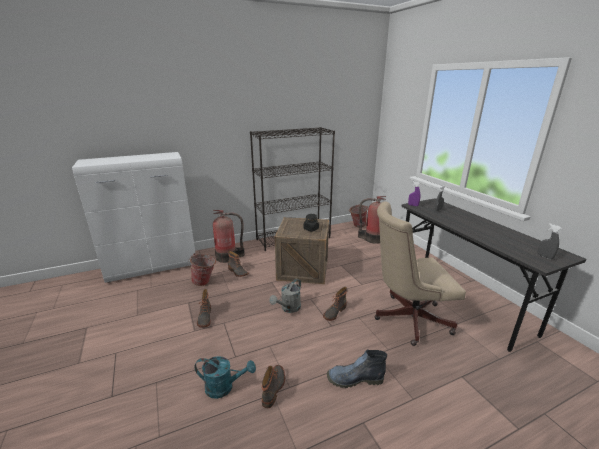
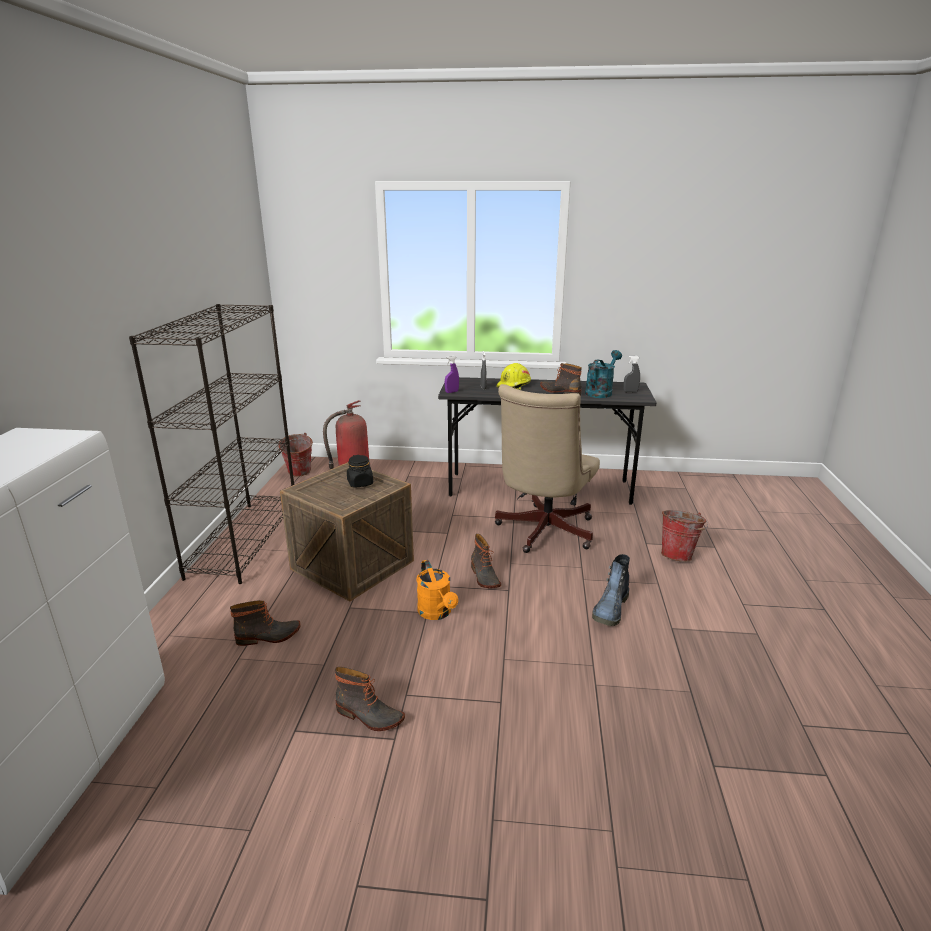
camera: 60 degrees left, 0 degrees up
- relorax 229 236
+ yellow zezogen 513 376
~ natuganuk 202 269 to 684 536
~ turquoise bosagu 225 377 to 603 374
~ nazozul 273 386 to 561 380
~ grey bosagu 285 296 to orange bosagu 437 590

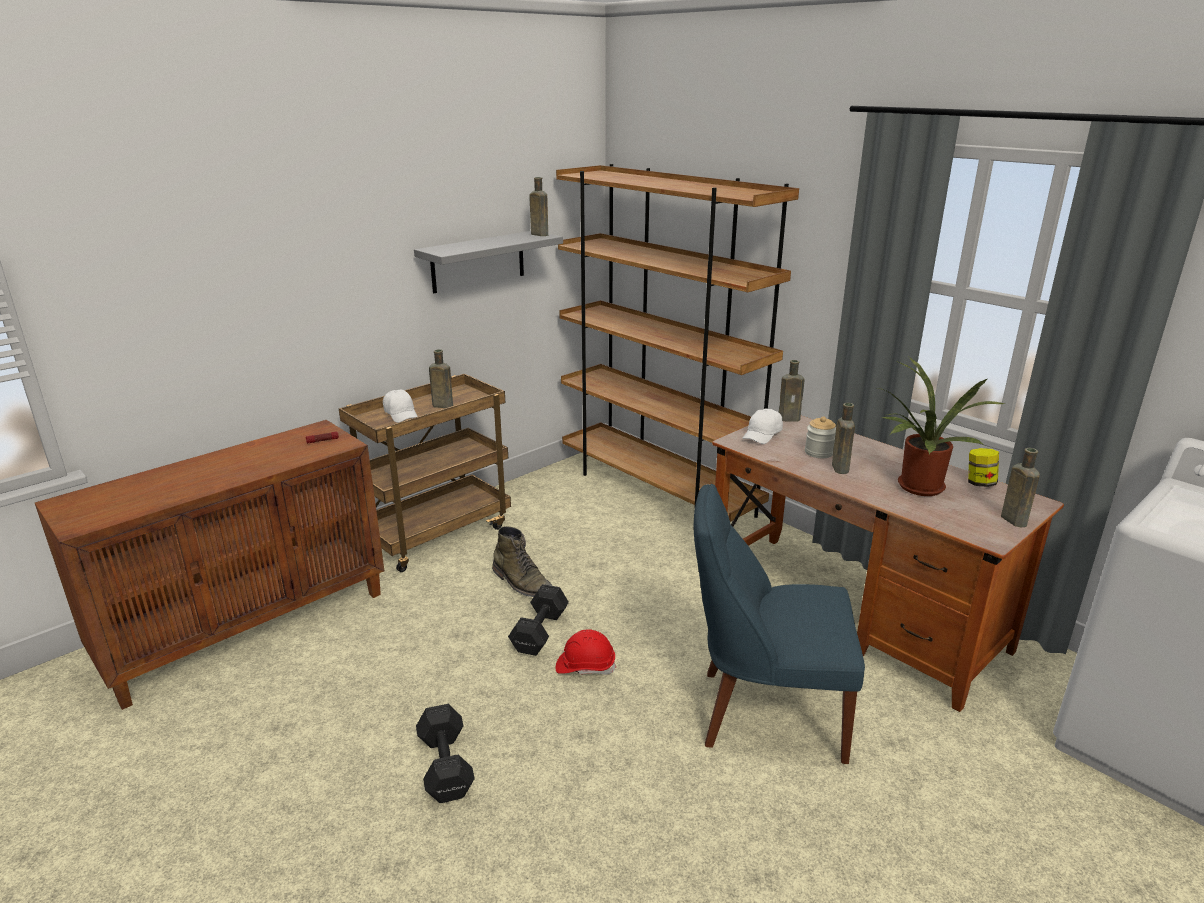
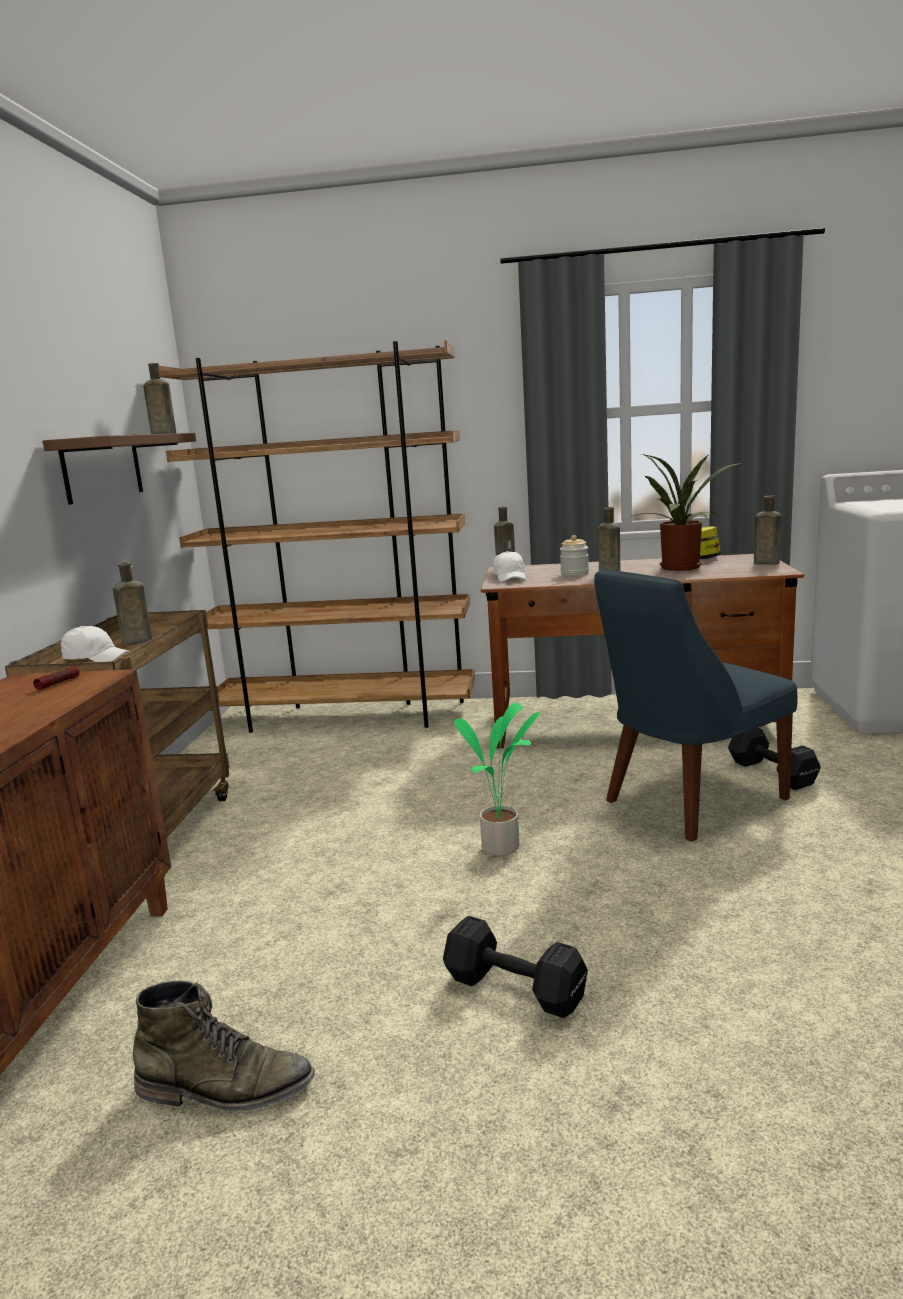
camera: 40 degrees left, 10 degrees down
~ green nazozul 522 561 to 224 1046
~ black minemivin 538 620 to 774 759
~ red zezogen 586 652 to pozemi 497 779
~ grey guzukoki 488 262 to brown guzukoki 119 469

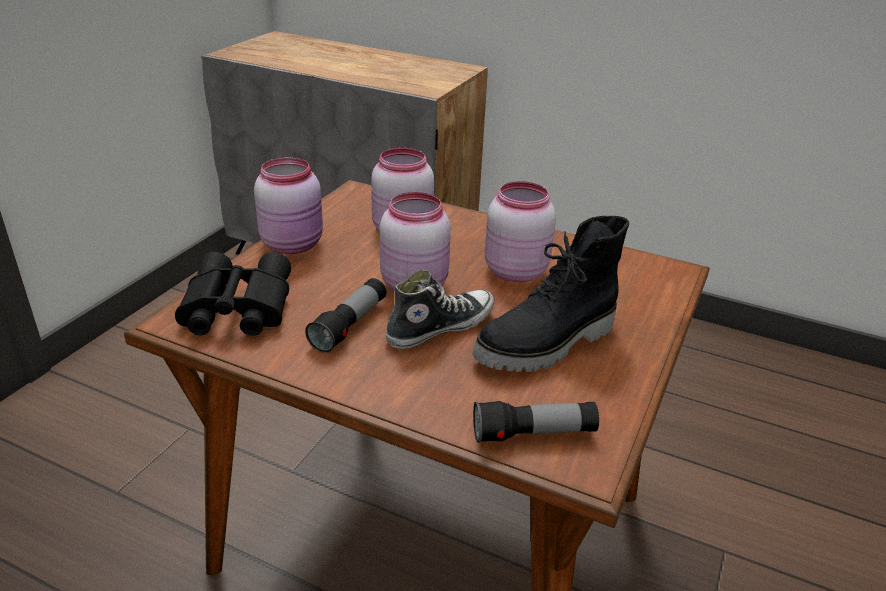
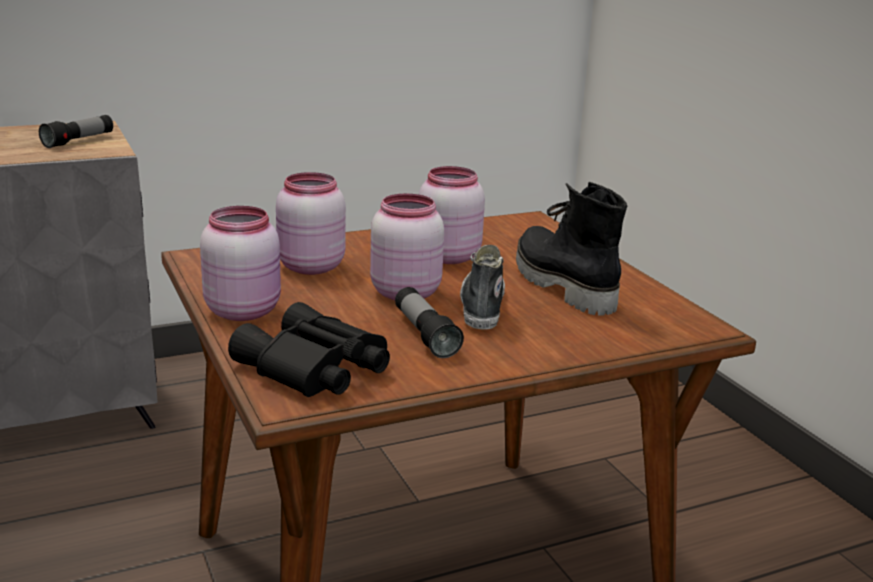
camera: 50 degrees left, 10 degrees down
~ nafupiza 536 422 to 76 131
~ black nazozul 550 294 = 571 249 150 degrees clockwise

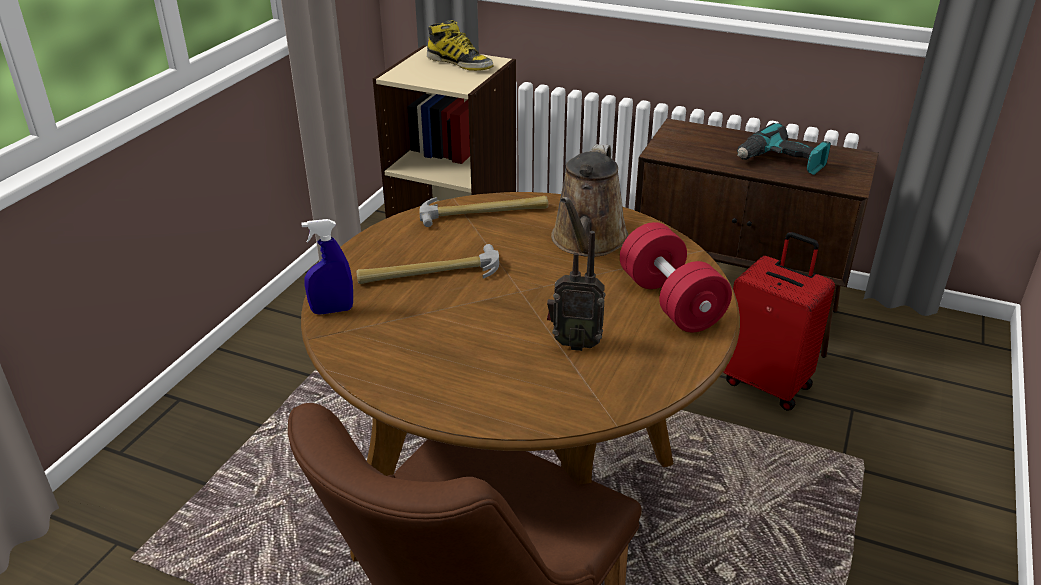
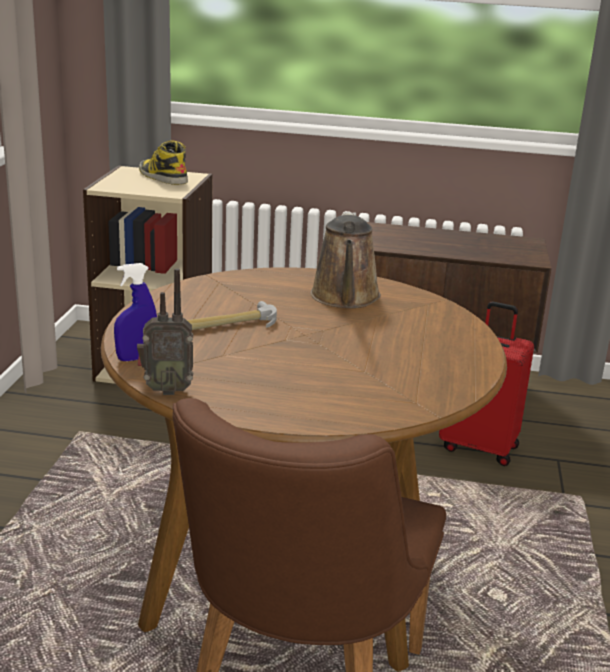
camera: 15 degrees left, 10 degrees down
- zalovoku 484 211
- red minemivin 676 277
- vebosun 784 149
~ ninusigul 576 291 to 165 331
~ nazozul 460 45 = 163 163 150 degrees counterclockwise

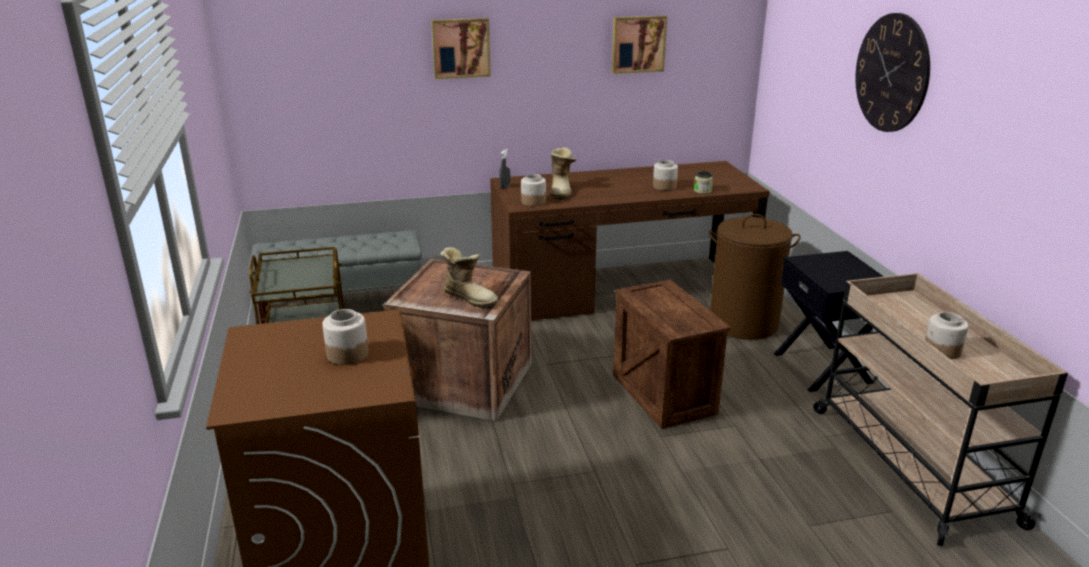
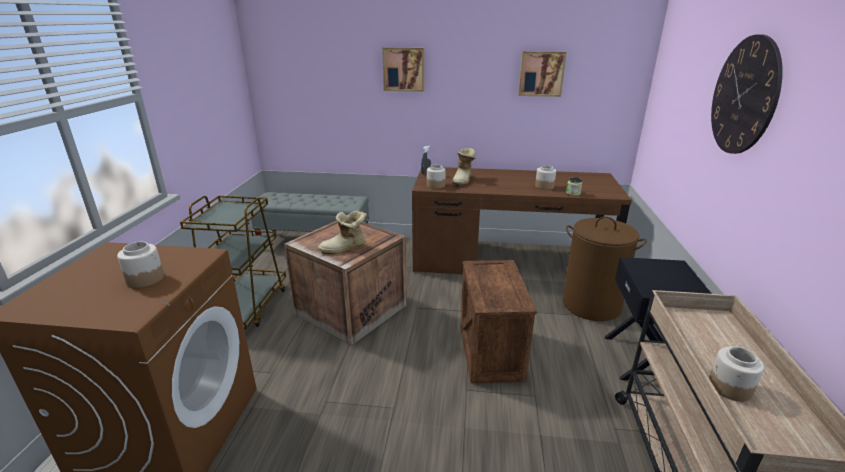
camera: 20 degrees right, 0 degrees up
~ nazozul 469 277 = 342 232 105 degrees clockwise

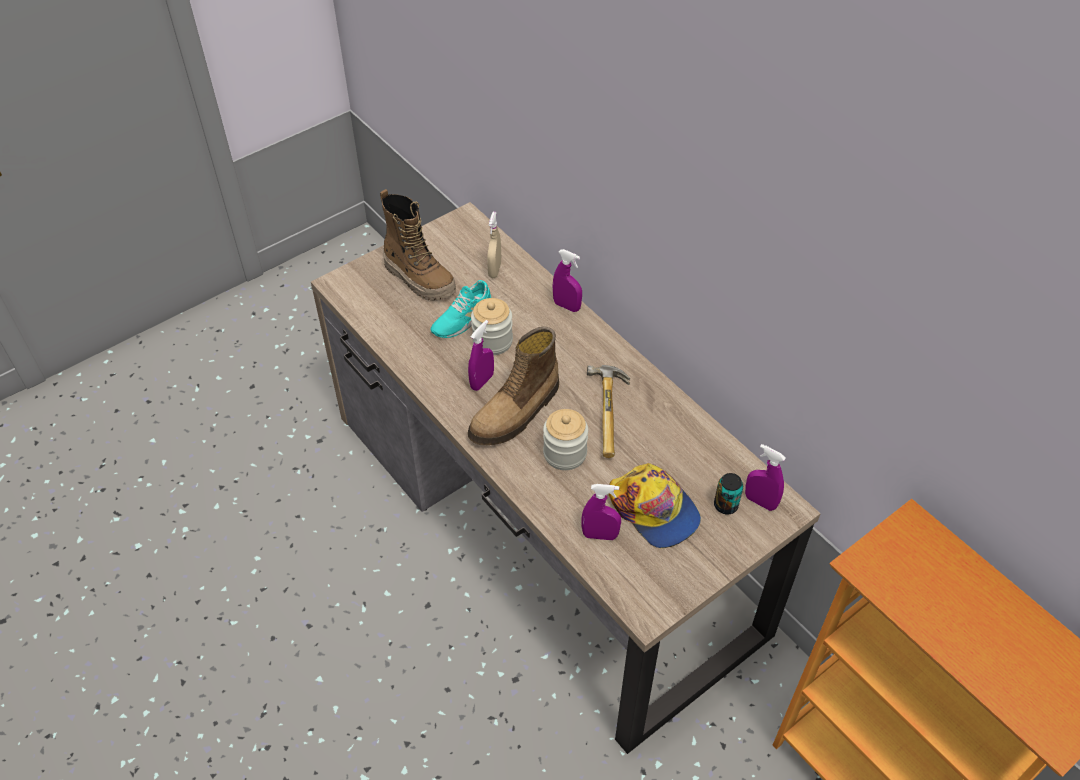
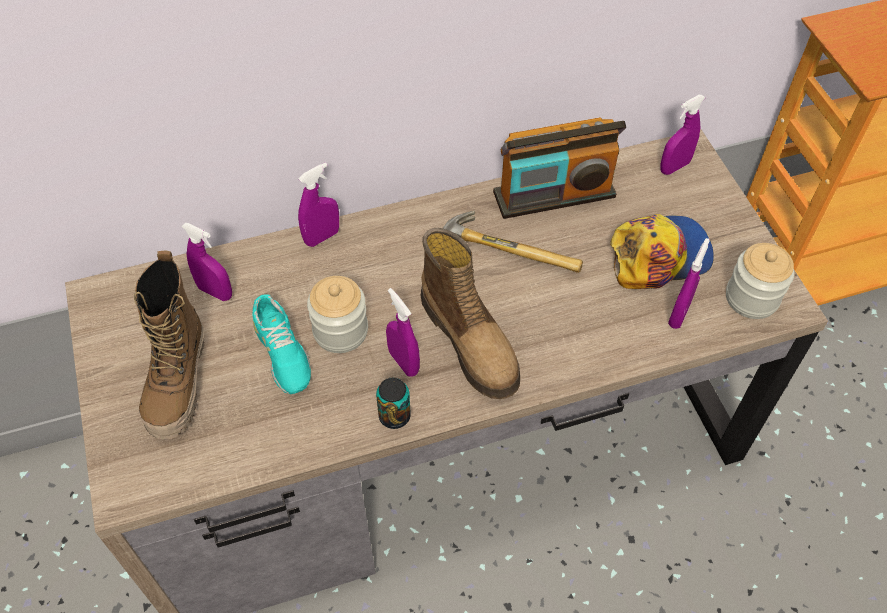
camera: 70 degrees left, 5 degrees up
+ ninusigul 559 168
~ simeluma 565 439 to 760 281
~ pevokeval 728 493 to 393 403
~ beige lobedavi 494 245 to purple lobedavi 207 262
~ nazozul 418 245 = 169 345 120 degrees clockwise

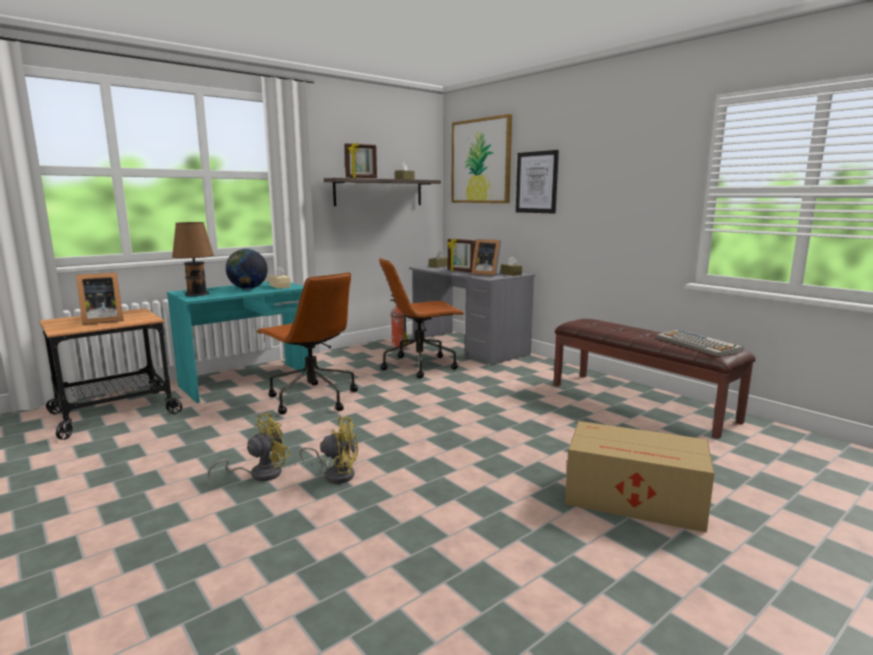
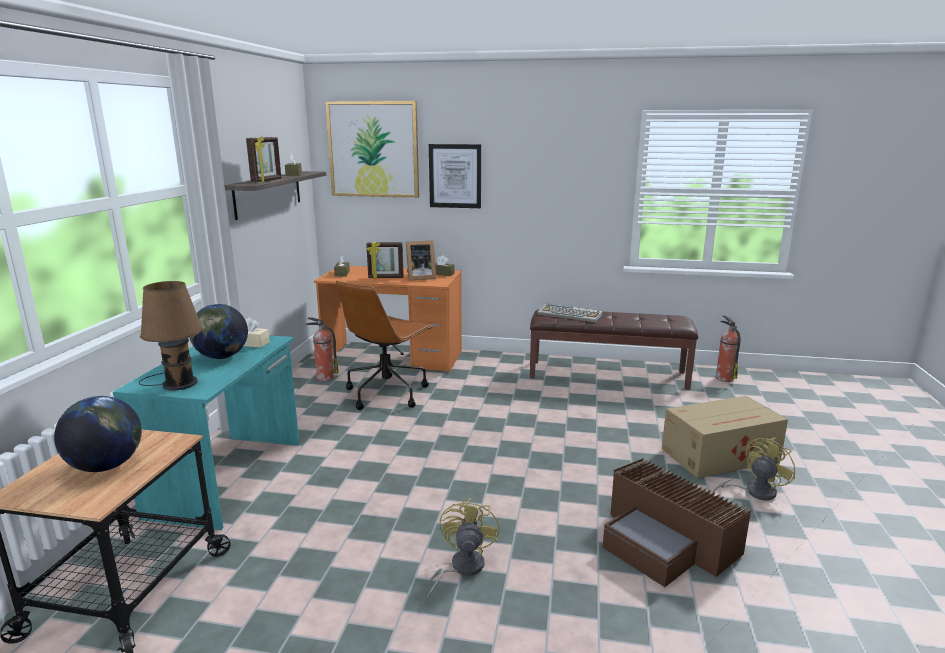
camera: 40 degrees left, 5 degrees up
- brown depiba 307 343
+ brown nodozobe 677 522
+ relorax 728 348
~ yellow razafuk 328 450 to 753 469
~ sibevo 699 342 to 570 312
~ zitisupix 100 298 to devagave 98 434
~ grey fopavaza 472 315 to orange fopavaza 388 319

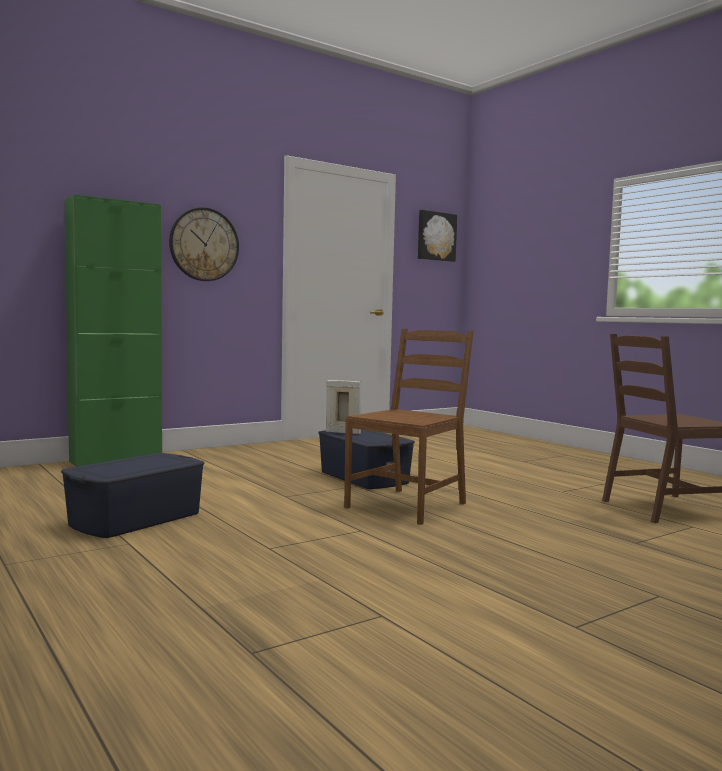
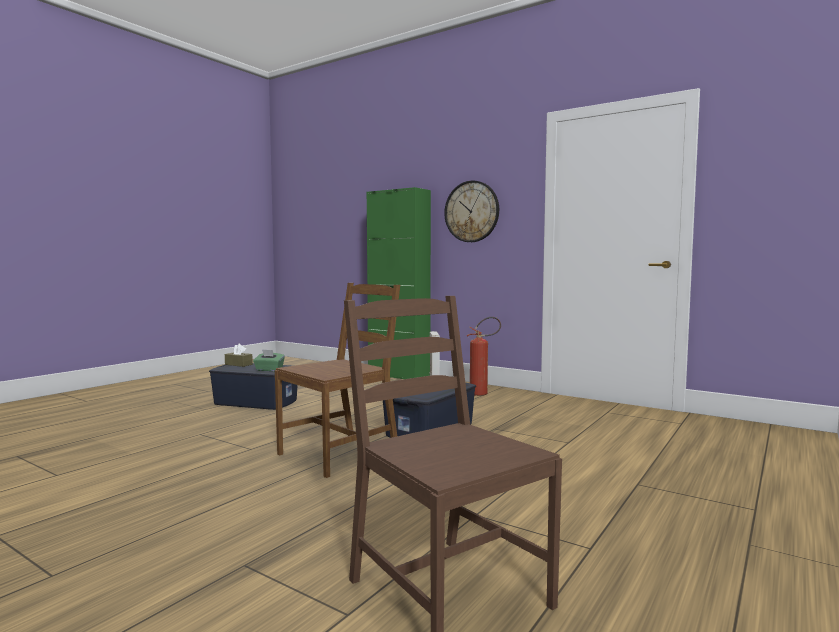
camera: 70 degrees right, 0 degrees up
- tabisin 437 236
+ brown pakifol 239 355
+ green pakifol 269 360
+ relorax 484 356
~ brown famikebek 409 427 = 337 380 60 degrees counterclockwise

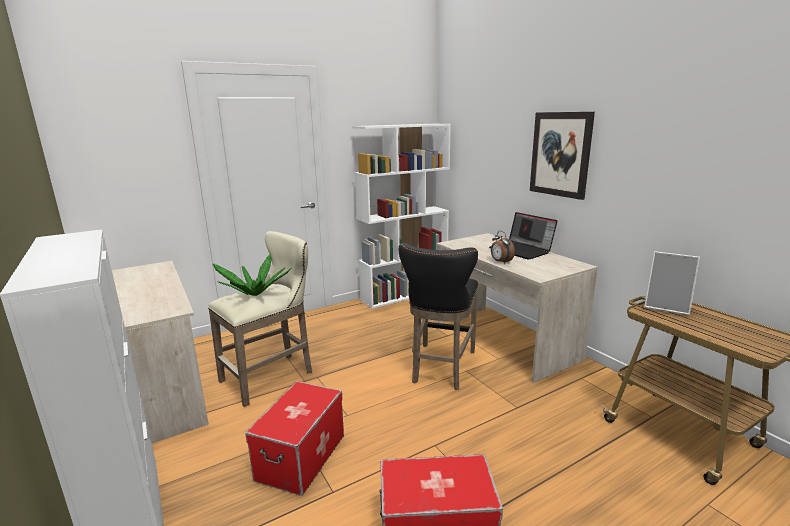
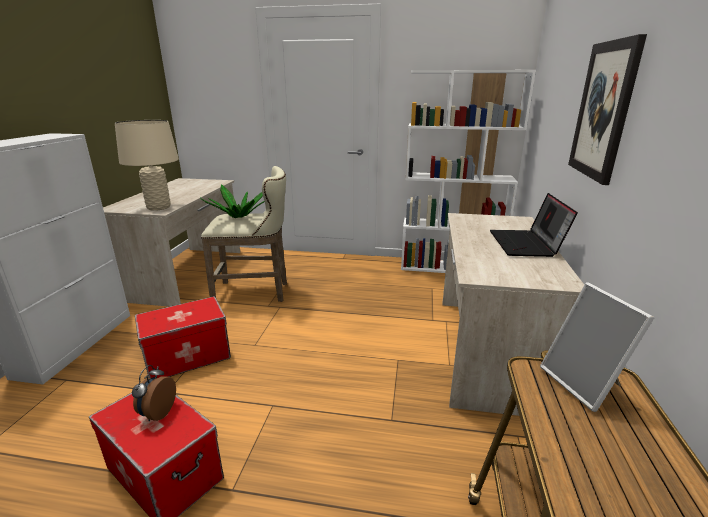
camera: 40 degrees right, 5 degrees up
- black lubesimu 438 316
+ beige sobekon 147 165
~ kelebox 503 247 to 154 393

